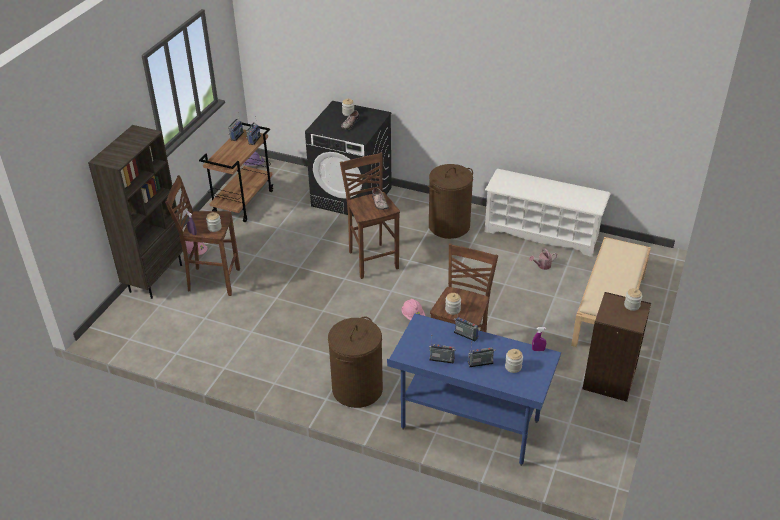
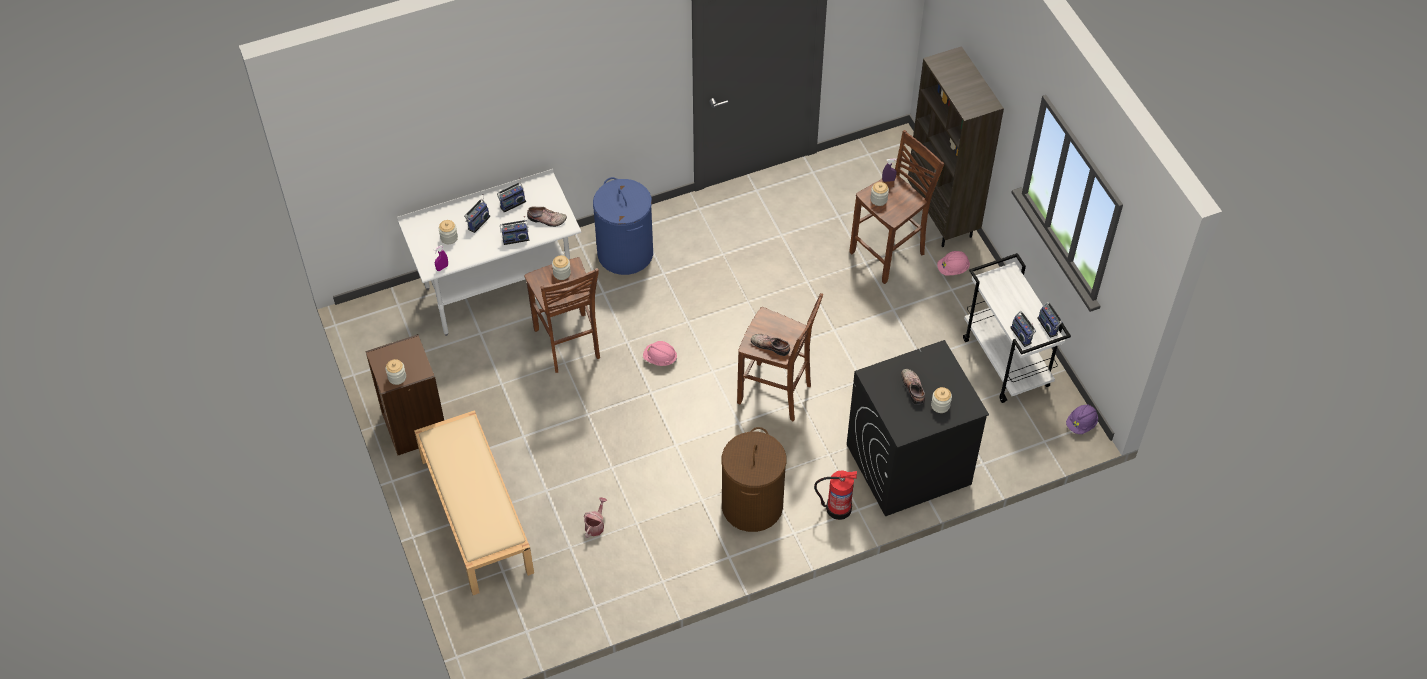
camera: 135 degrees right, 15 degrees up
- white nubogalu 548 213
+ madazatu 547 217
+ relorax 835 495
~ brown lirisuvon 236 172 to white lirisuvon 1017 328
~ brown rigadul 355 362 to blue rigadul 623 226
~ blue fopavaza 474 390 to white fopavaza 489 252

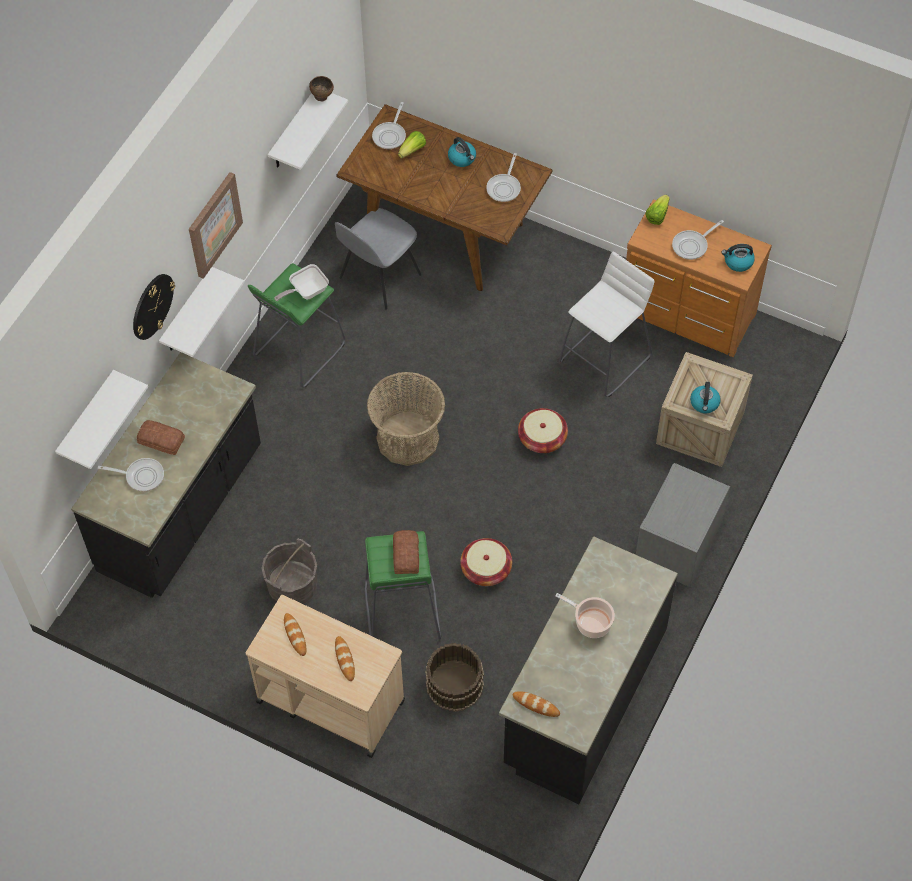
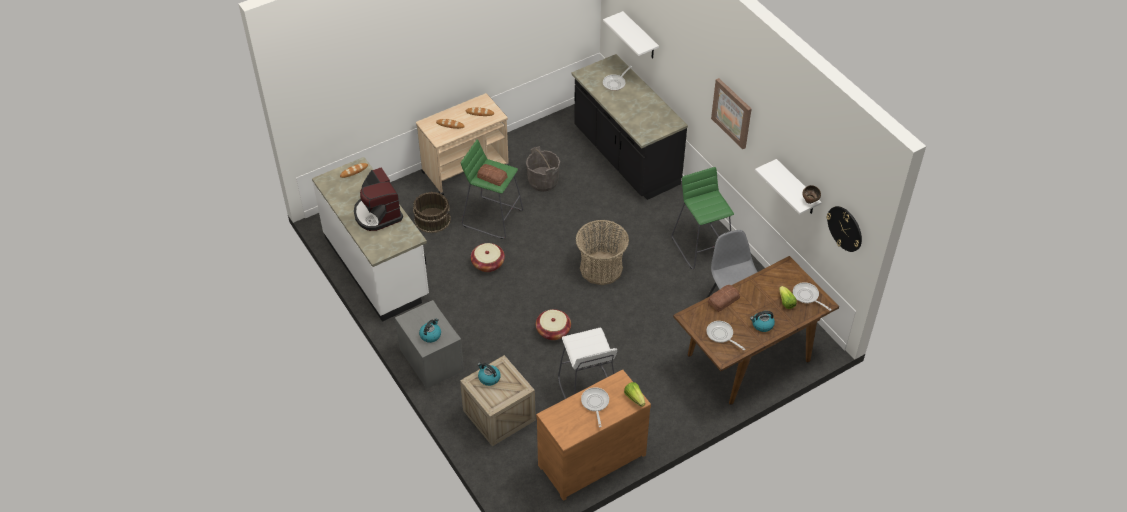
camera: 120 degrees right, 10 degrees down
- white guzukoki 201 312
- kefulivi 301 282
~ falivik 154 307 to 844 229
~ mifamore 161 437 to 724 298
~ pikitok 738 258 to 430 330
~ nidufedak 585 615 to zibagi 378 199
~ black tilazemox 588 670 to white tilazemox 370 239

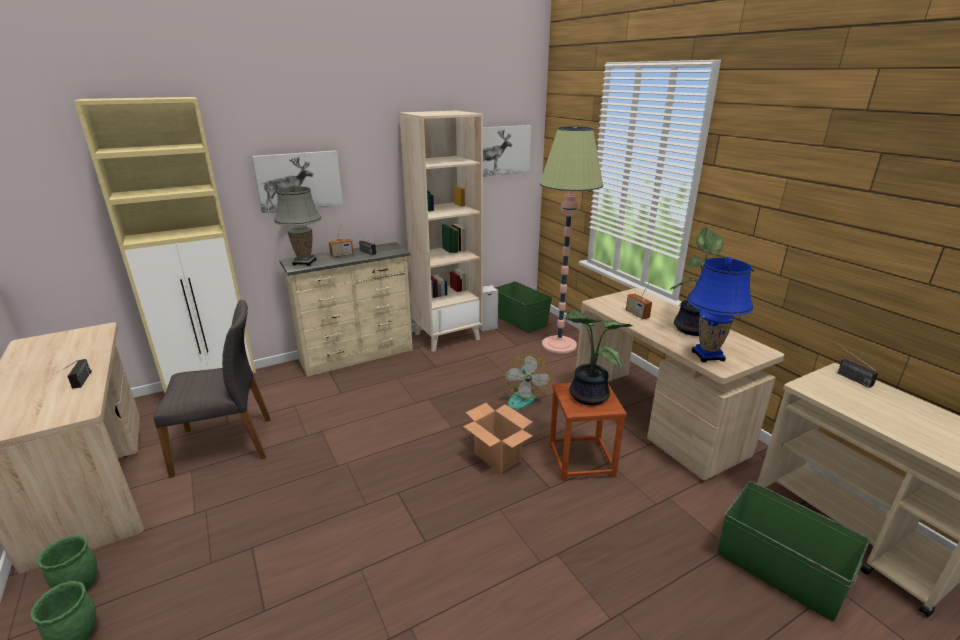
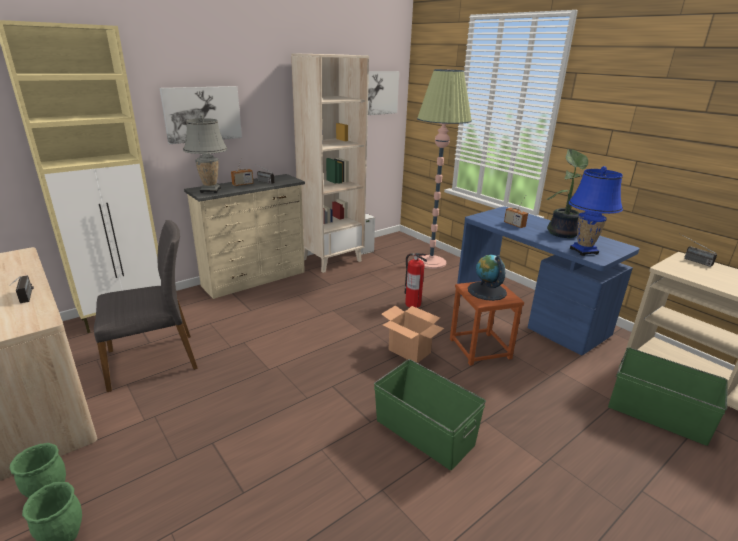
camera: 10 degrees left, 0 degrees up
~ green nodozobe 523 307 to 430 414
~ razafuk 523 382 to relorax 416 280
~ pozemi 599 357 to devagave 487 278
~ beige fopavaza 680 384 to blue fopavaza 548 281

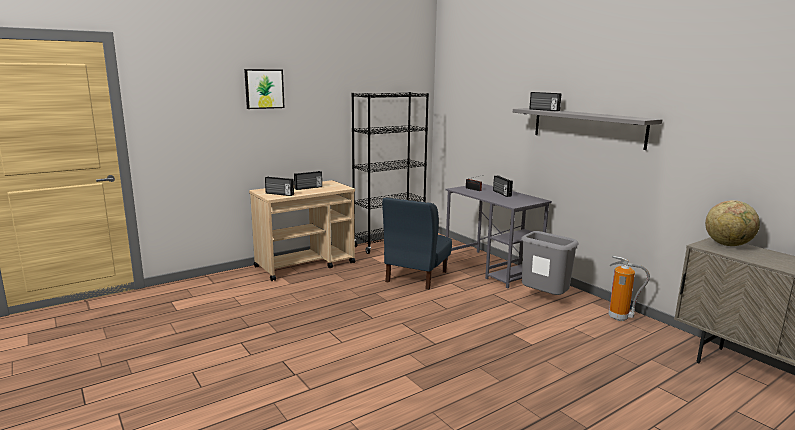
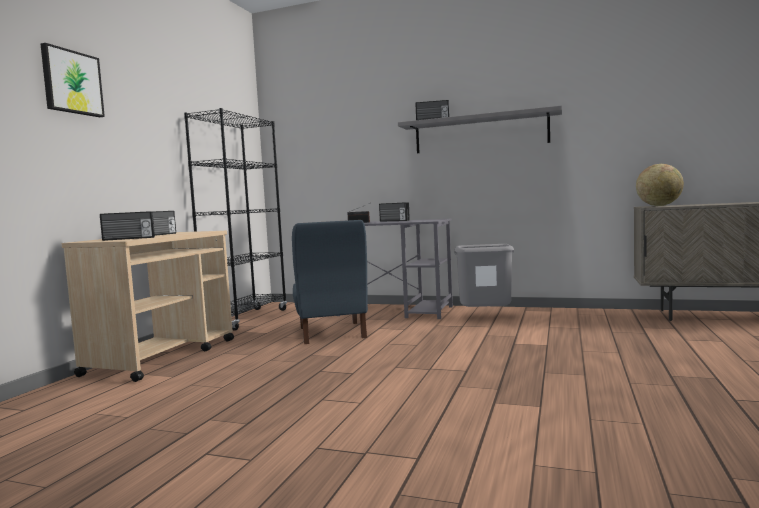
camera: 35 degrees left, 10 degrees down
- relorax 629 288

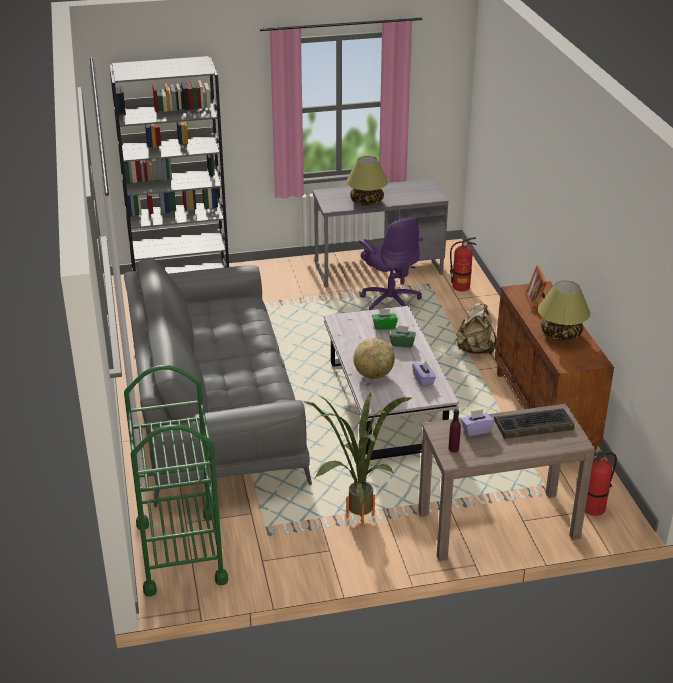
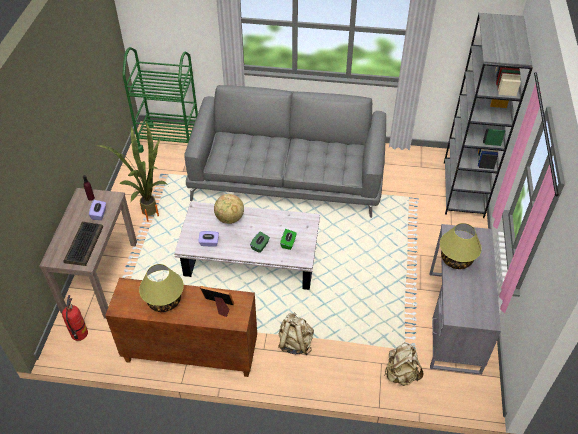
camera: 110 degrees right, 15 degrees up
- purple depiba 391 263
~ relorax 463 264 to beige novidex 404 364

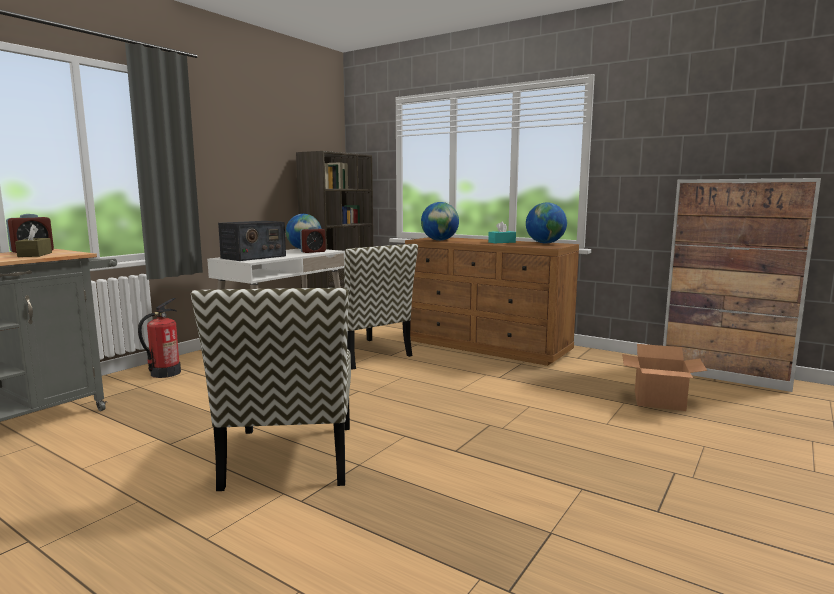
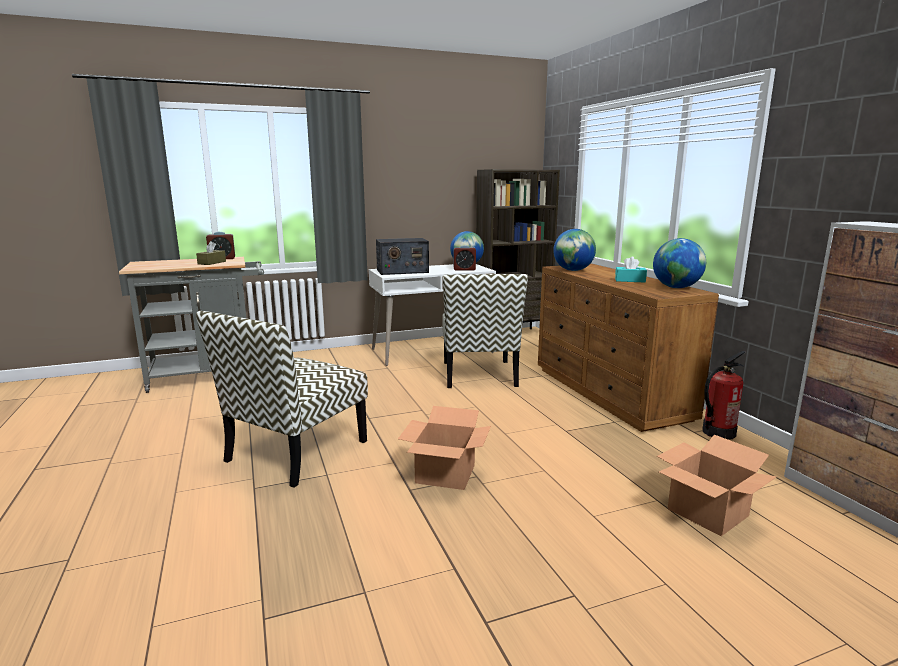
camera: 35 degrees right, 5 degrees up
+ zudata 444 448
~ relorax 159 338 to 723 395

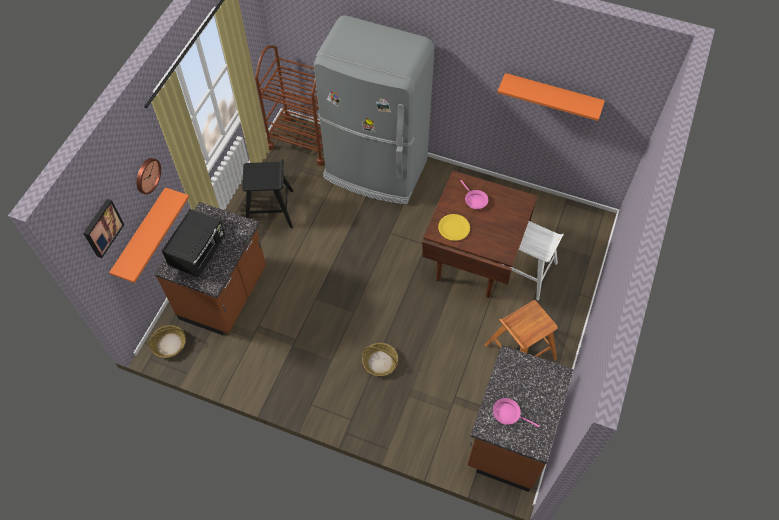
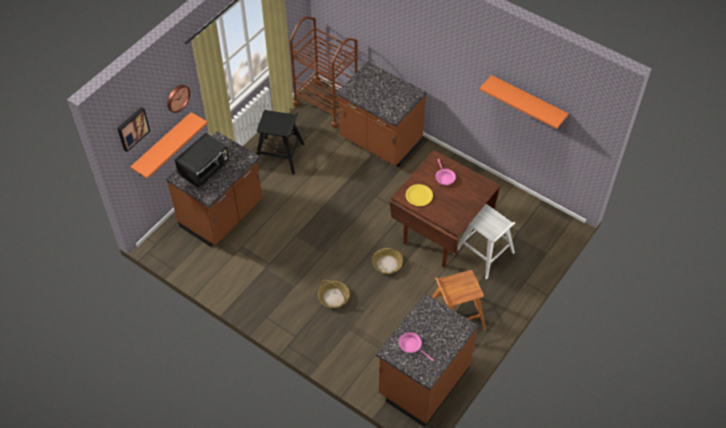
camera: 15 degrees right, 5 degrees down
~ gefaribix 167 341 to 387 261
~ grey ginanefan 374 109 to brown tilazemox 381 114

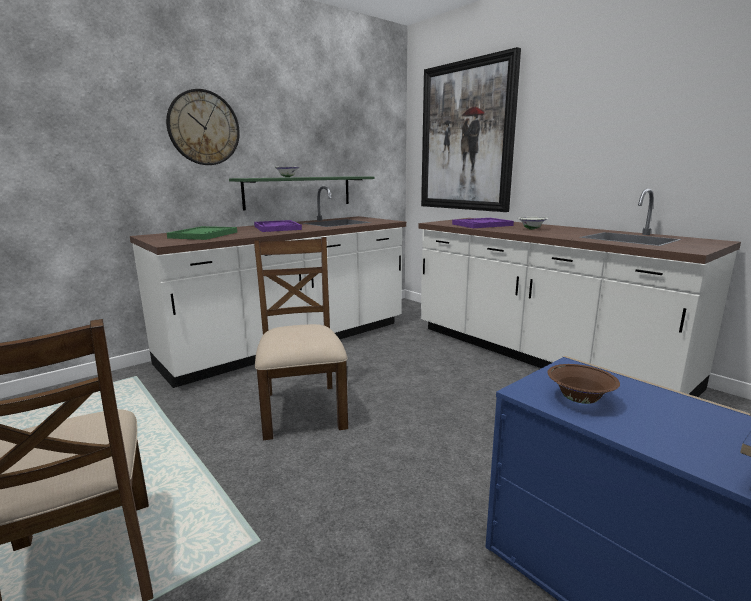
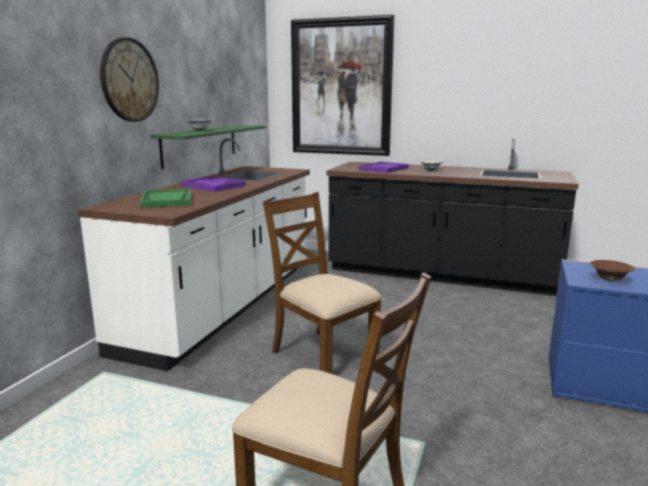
camera: 30 degrees left, 0 degrees up
~ white tilazemox 579 292 to black tilazemox 452 216

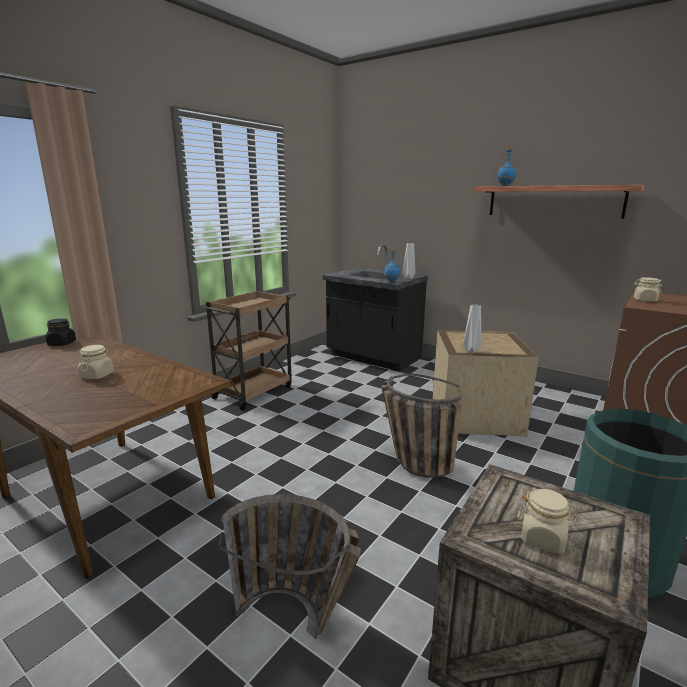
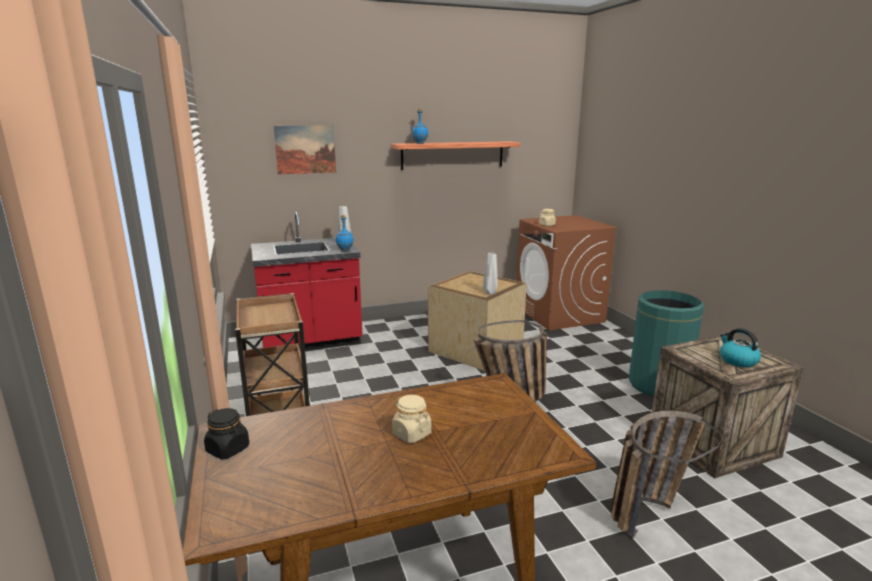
camera: 55 degrees left, 0 degrees up
+ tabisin 305 150
~ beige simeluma 548 521 to pikitok 740 347
~ black tilazemox 375 308 to red tilazemox 307 281

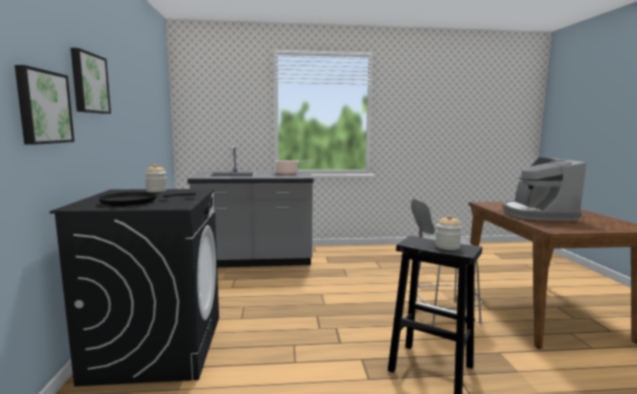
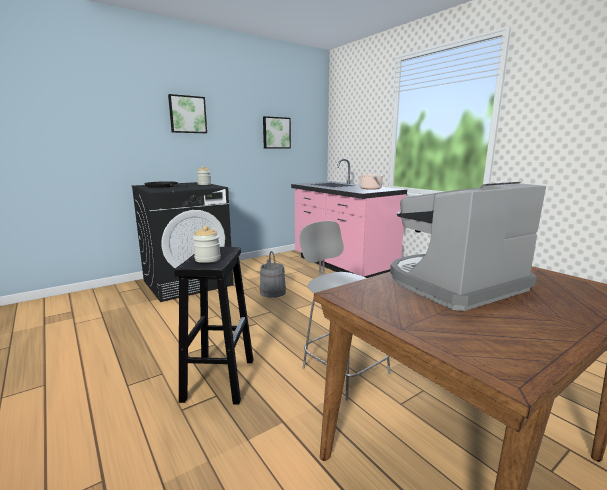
camera: 60 degrees right, 5 degrees up
+ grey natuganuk 273 274
~ tabisin 44 105 to 277 132
~ grey tilazemox 250 206 to pink tilazemox 349 218

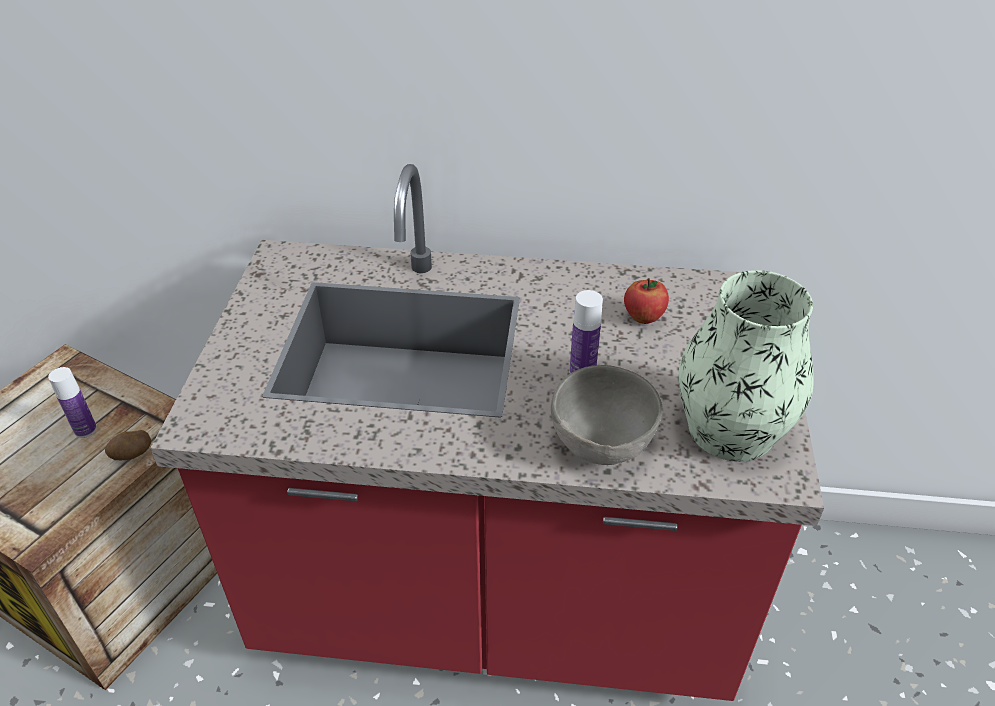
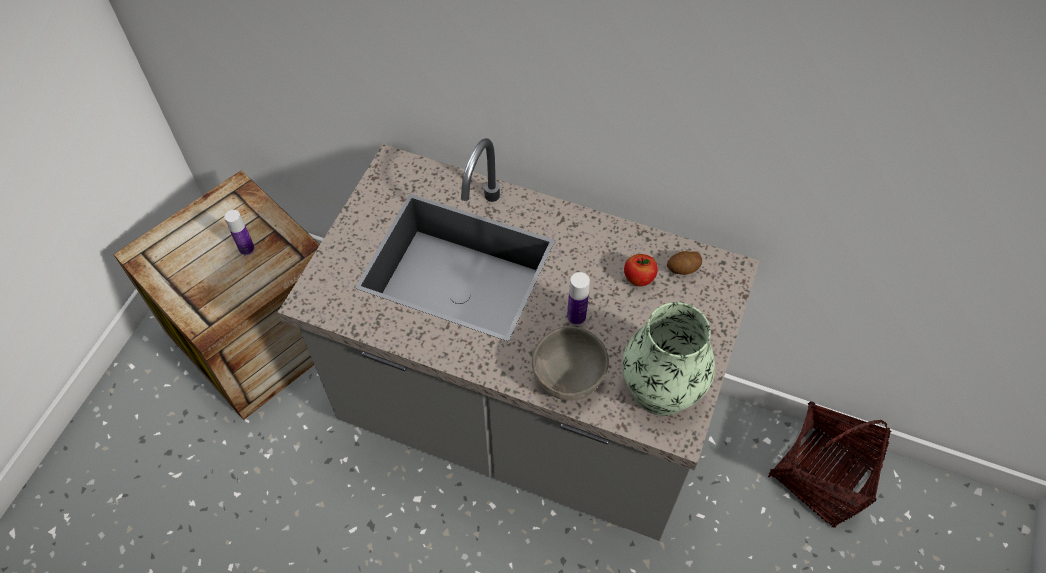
camera: 15 degrees right, 15 degrees up
+ gefaribix 830 464
~ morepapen 128 445 to 684 263
~ red tilazemox 487 432 to grey tilazemox 519 339

